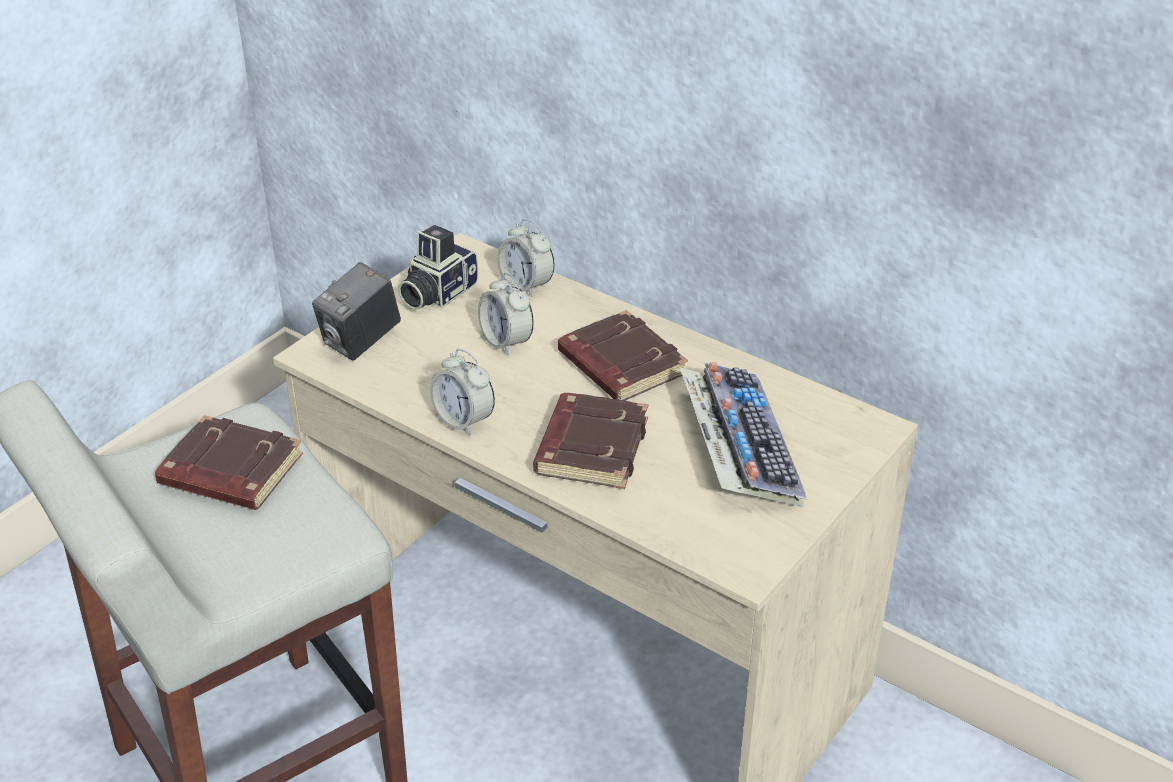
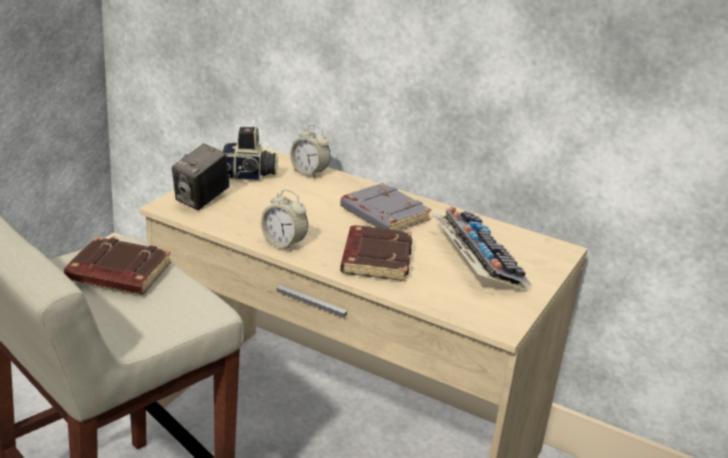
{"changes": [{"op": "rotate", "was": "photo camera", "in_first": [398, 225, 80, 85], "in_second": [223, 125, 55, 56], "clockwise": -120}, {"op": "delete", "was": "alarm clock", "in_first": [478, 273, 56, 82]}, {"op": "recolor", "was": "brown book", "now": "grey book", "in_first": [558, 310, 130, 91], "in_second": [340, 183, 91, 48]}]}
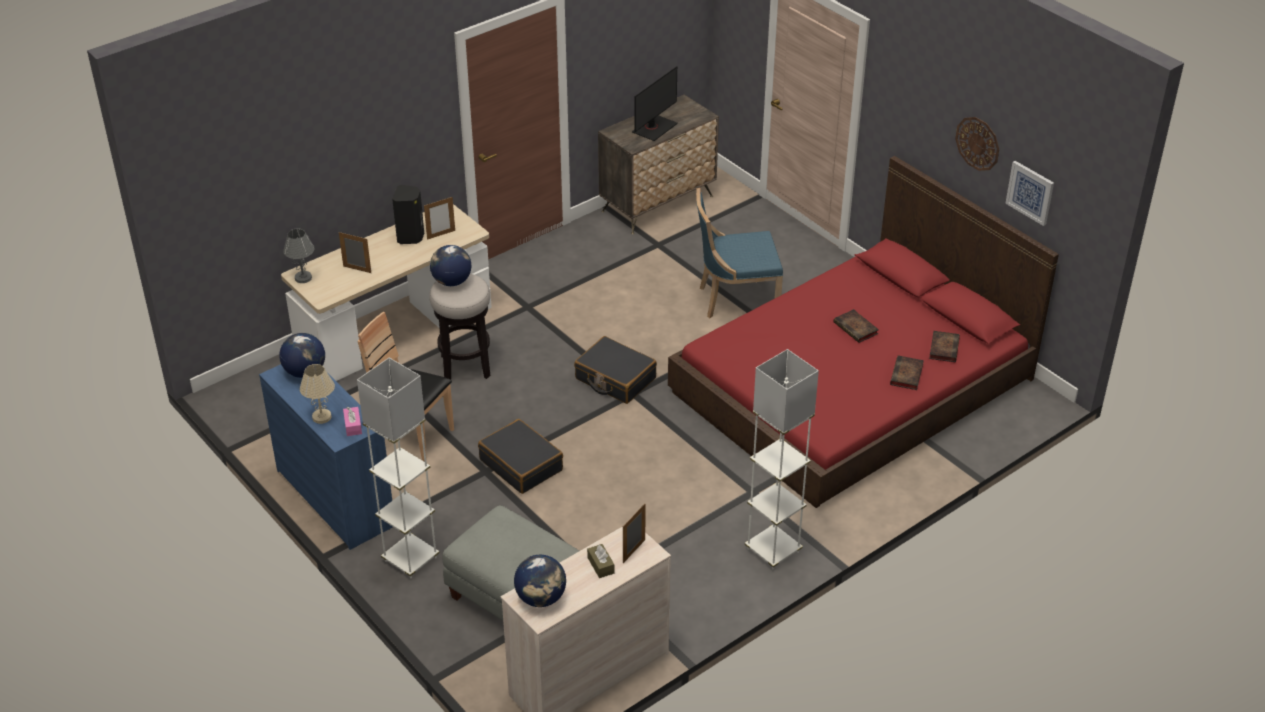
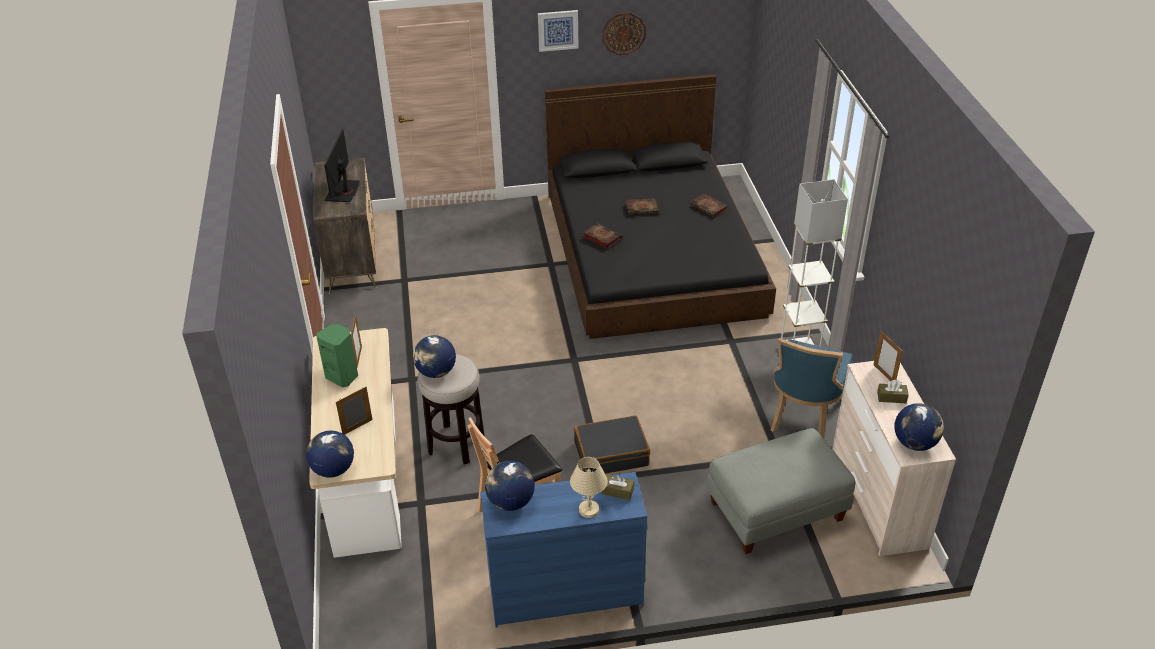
{"changes": [{"op": "rotate", "was": "monitor", "in_first": [632, 66, 45, 75], "in_second": [324, 129, 36, 73], "clockwise": -150}, {"op": "recolor", "was": "red bed", "now": "black bed", "in_first": [668, 156, 391, 352], "in_second": [545, 74, 231, 265]}, {"op": "move", "was": "picture", "in_first": [1005, 161, 49, 65], "in_second": [538, 10, 41, 42]}, {"op": "recolor", "was": "black speaker", "now": "green speaker", "in_first": [392, 185, 32, 59], "in_second": [316, 324, 42, 63]}, {"op": "move", "was": "blue chair", "in_first": [696, 188, 87, 130], "in_second": [771, 338, 82, 100]}, {"op": "replace", "was": "grey table lamp", "now": "globe", "in_first": [283, 229, 32, 54], "in_second": [306, 431, 48, 47]}, {"op": "move", "was": "book", "in_first": [929, 331, 31, 31], "in_second": [583, 223, 39, 26]}, {"op": "delete", "was": "black suitcase", "in_first": [574, 336, 83, 68]}, {"op": "delete", "was": "white floor lamp", "in_first": [357, 358, 82, 220]}, {"op": "recolor", "was": "pink tissue box", "now": "brown tissue box", "in_first": [343, 407, 19, 29], "in_second": [601, 474, 33, 26]}]}
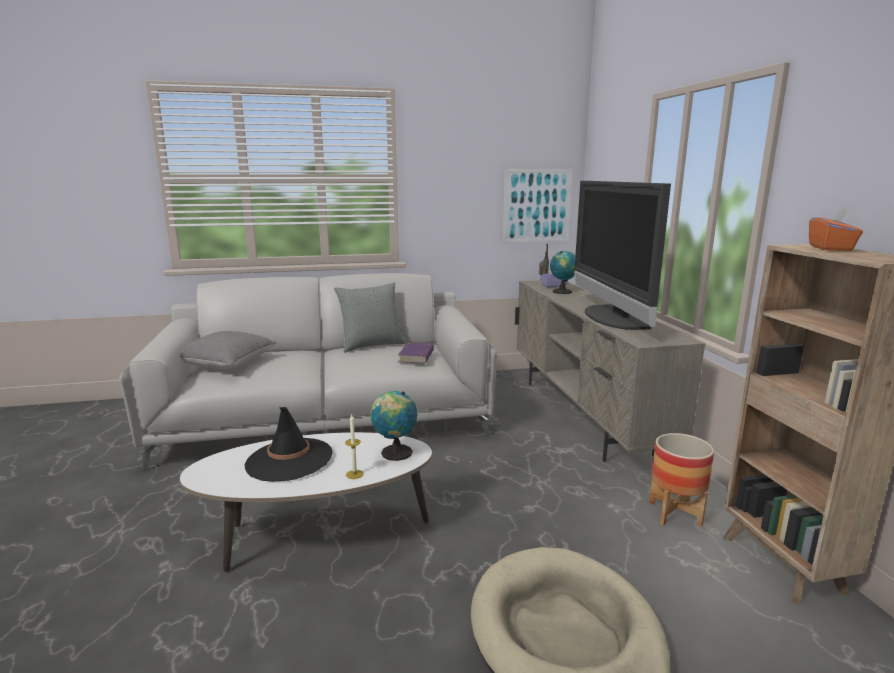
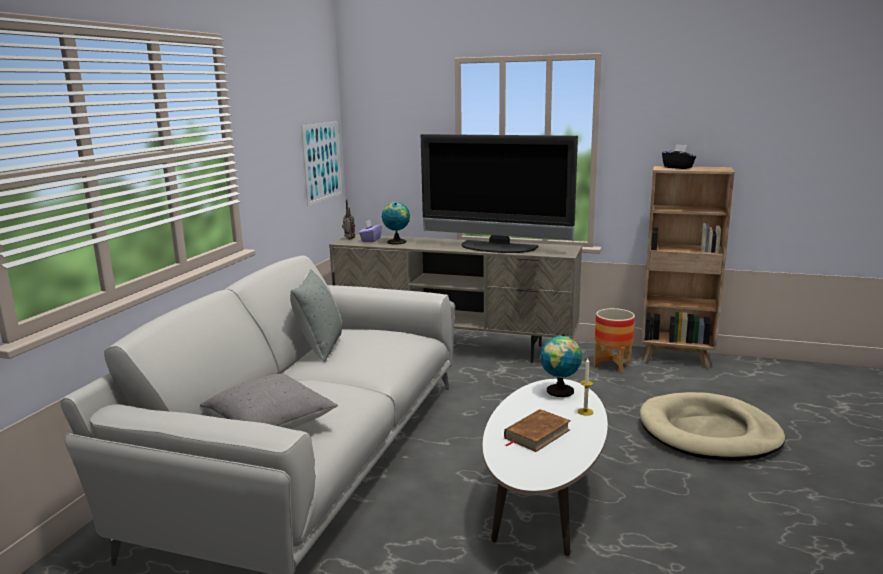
{"changes": [{"op": "recolor", "was": "orange tissue box", "now": "black tissue box", "in_first": [809, 208, 54, 43], "in_second": [662, 145, 34, 24]}, {"op": "delete", "was": "purple book", "in_first": [398, 343, 36, 20]}, {"op": "replace", "was": "black hat", "now": "brown book", "in_first": [245, 407, 88, 75], "in_second": [504, 409, 67, 43]}]}
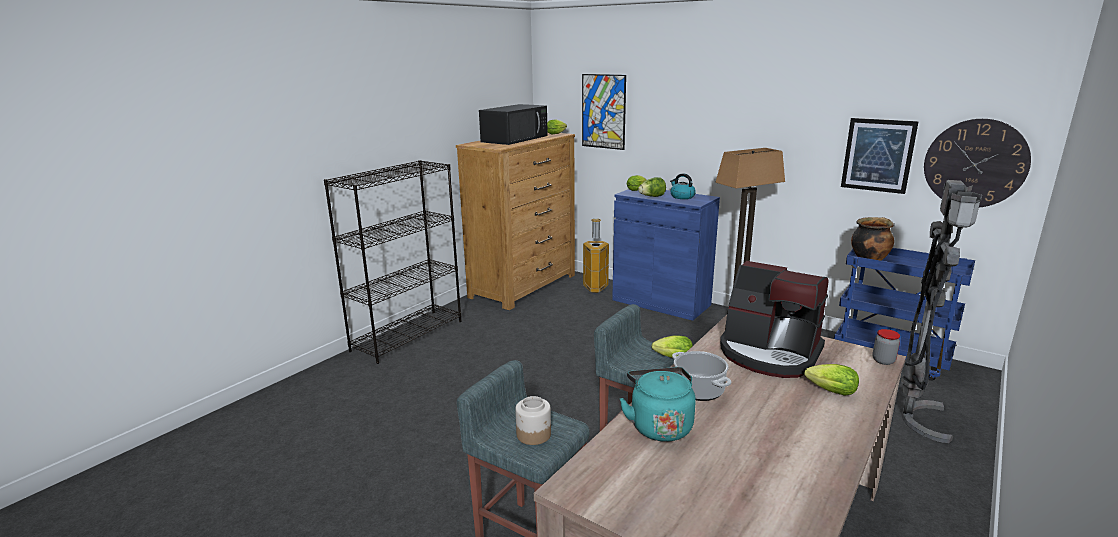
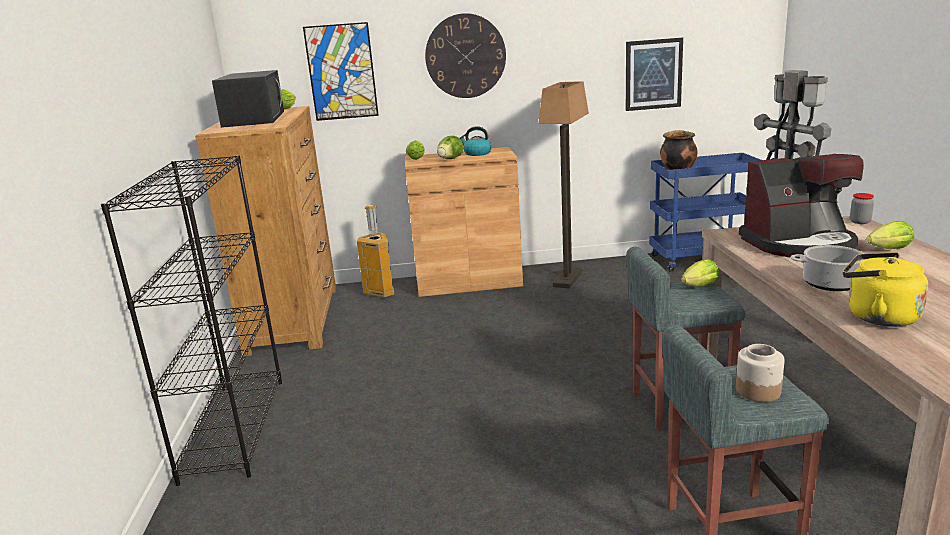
{"changes": [{"op": "move", "was": "wall clock", "in_first": [924, 119, 107, 89], "in_second": [425, 13, 81, 85]}, {"op": "recolor", "was": "blue cabinet", "now": "brown cabinet", "in_first": [612, 189, 108, 132], "in_second": [405, 147, 118, 150]}, {"op": "recolor", "was": "turquoise kettle", "now": "yellow kettle", "in_first": [620, 367, 76, 75], "in_second": [843, 252, 85, 75]}]}
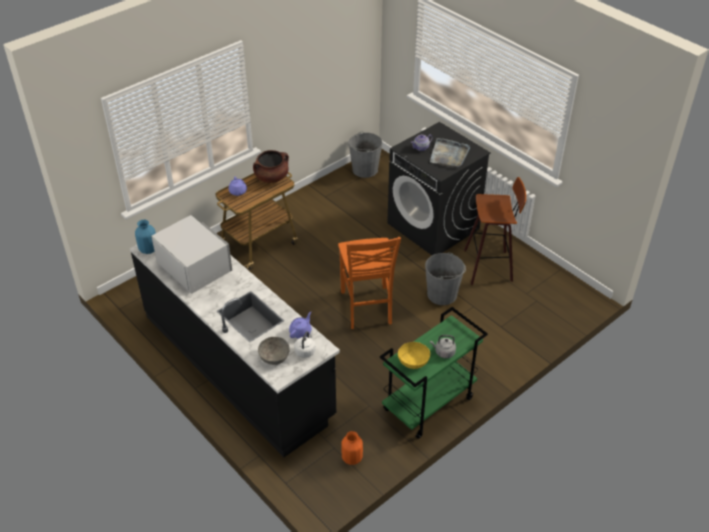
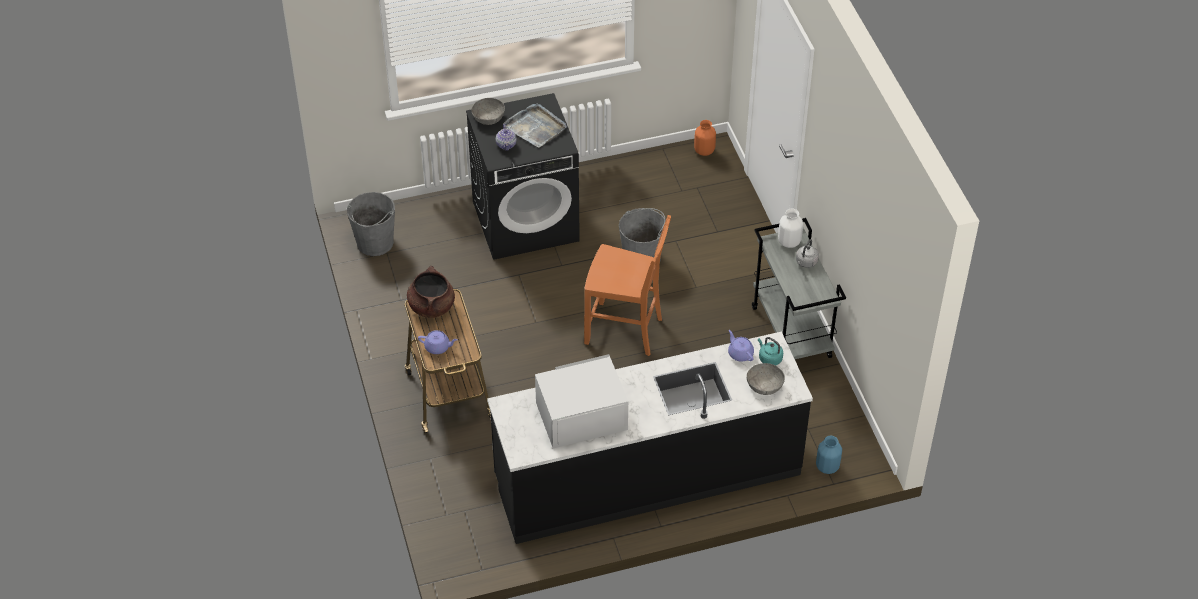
{"changes": [{"op": "delete", "was": "stool", "in_first": [464, 177, 62, 108]}, {"op": "move", "was": "blue vase", "in_first": [135, 220, 21, 34], "in_second": [816, 435, 26, 39]}, {"op": "recolor", "was": "green cart", "now": "grey cart", "in_first": [380, 307, 108, 132], "in_second": [752, 218, 94, 141]}, {"op": "recolor", "was": "white kettle", "now": "turquoise kettle", "in_first": [294, 331, 22, 27], "in_second": [758, 337, 25, 29]}, {"op": "delete", "was": "yellow bowl", "in_first": [398, 342, 32, 27]}, {"op": "move", "was": "orange vase", "in_first": [341, 431, 22, 34], "in_second": [694, 120, 22, 36]}, {"op": "insert", "now": "grey bowl", "in_second": [471, 98, 34, 27]}, {"op": "insert", "now": "white vase", "in_second": [778, 209, 25, 39]}]}
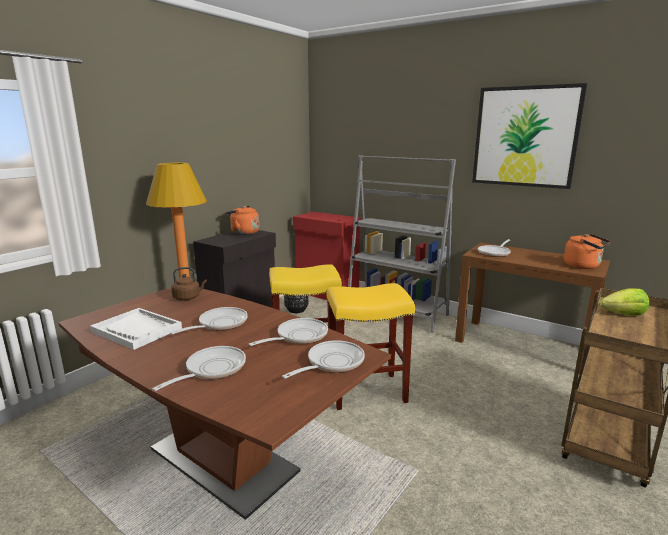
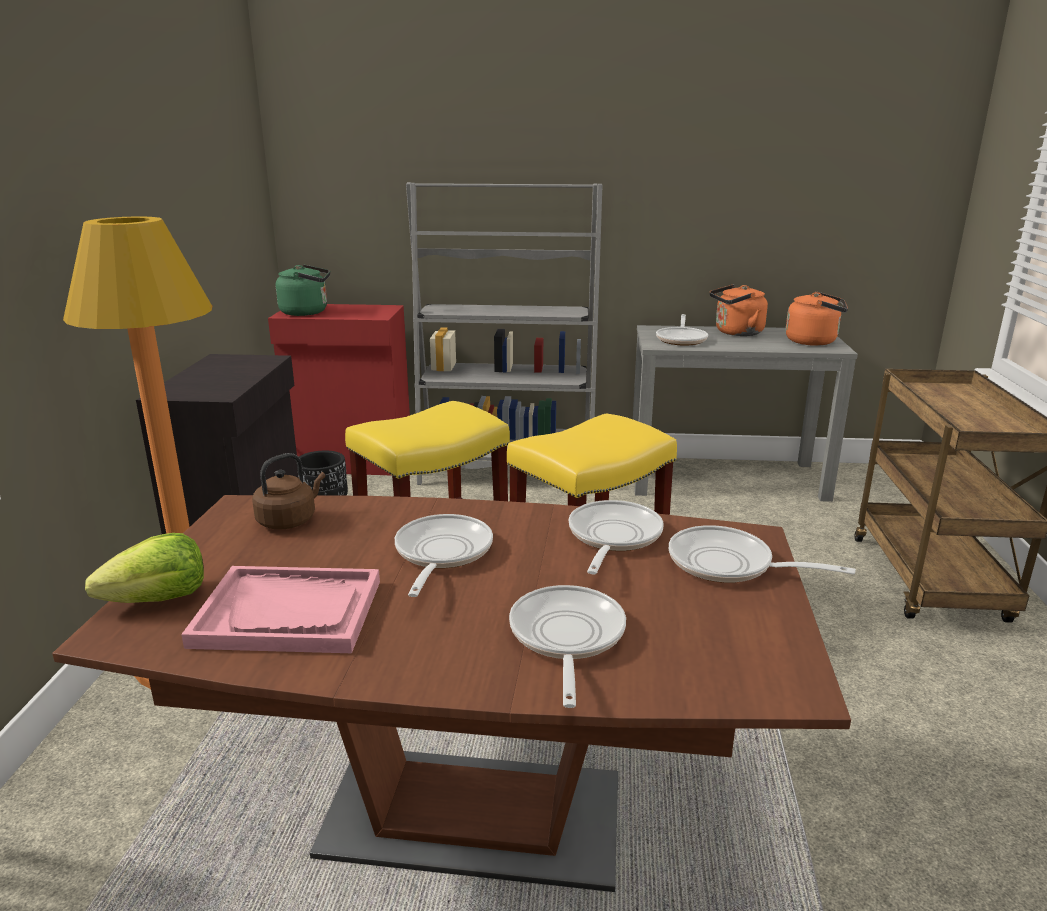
{"changes": [{"op": "delete", "was": "picture", "in_first": [472, 83, 115, 106]}, {"op": "move", "was": "orange kettle", "in_first": [224, 206, 35, 29], "in_second": [710, 284, 58, 52]}, {"op": "recolor", "was": "brown console table", "now": "grey console table", "in_first": [455, 243, 155, 131], "in_second": [633, 325, 225, 177]}, {"op": "move", "was": "lettuce", "in_first": [600, 288, 49, 27], "in_second": [85, 533, 119, 70]}, {"op": "recolor", "was": "white tray", "now": "pink tray", "in_first": [90, 308, 92, 42], "in_second": [181, 566, 199, 87]}, {"op": "rotate", "was": "frying pan", "in_first": [282, 340, 83, 39], "in_second": [669, 525, 187, 58], "clockwise": -75}, {"op": "insert", "now": "green kettle", "in_second": [276, 265, 55, 51]}]}
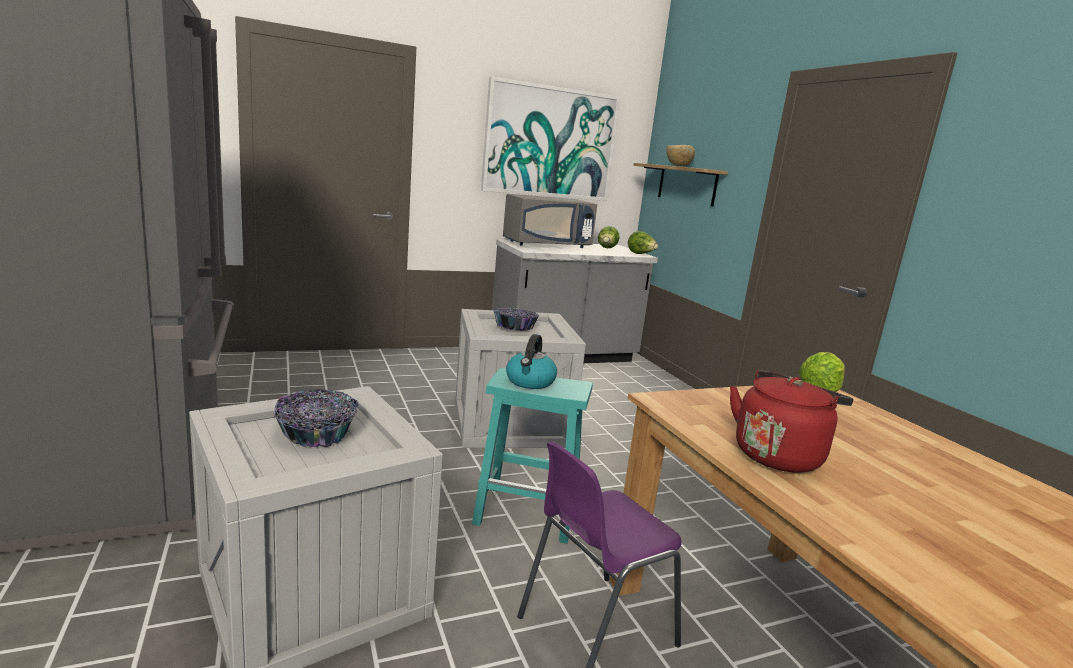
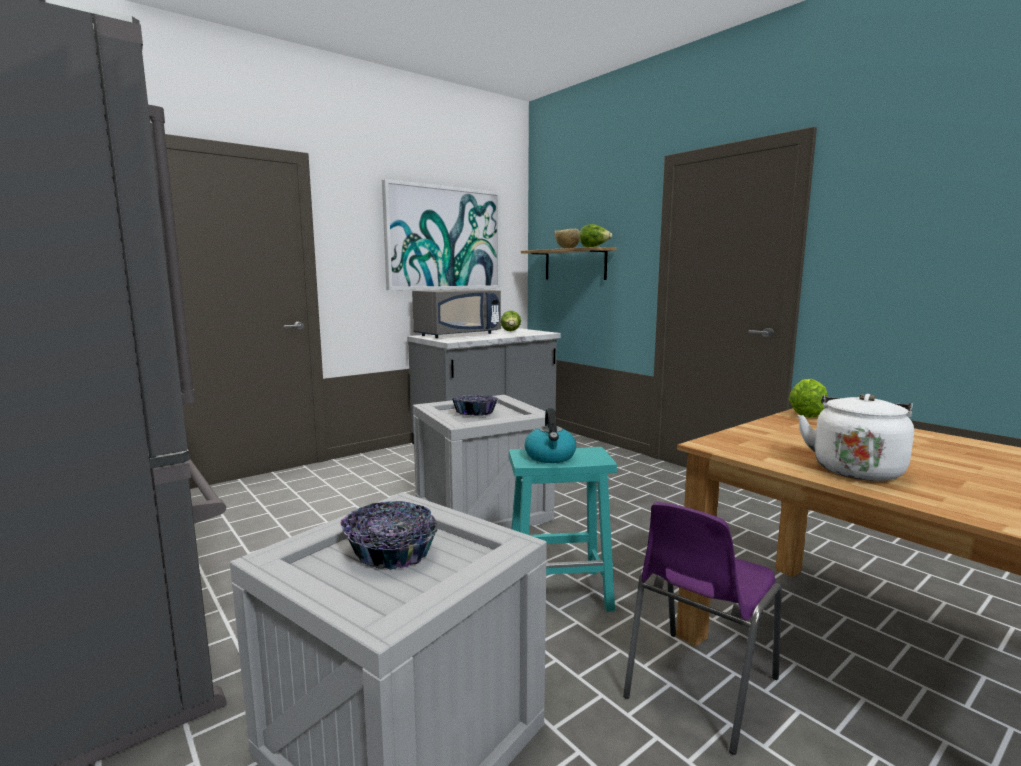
{"changes": [{"op": "move", "was": "lettuce", "in_first": [628, 231, 30, 23], "in_second": [579, 224, 33, 23]}, {"op": "recolor", "was": "red kettle", "now": "white kettle", "in_first": [730, 370, 123, 103], "in_second": [798, 394, 116, 87]}]}
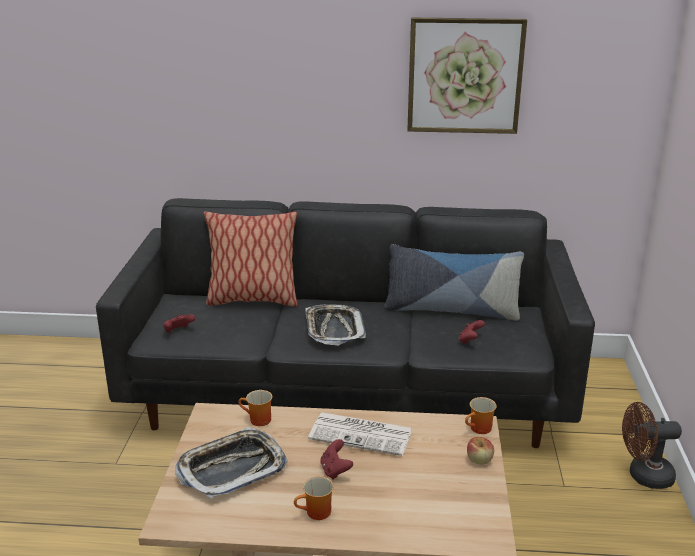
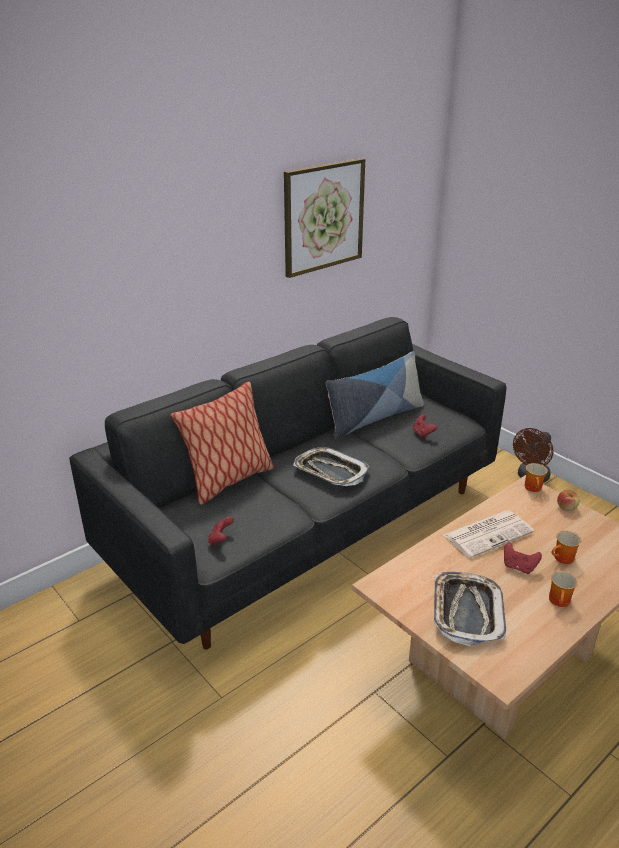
{"changes": [{"op": "move", "was": "mug", "in_first": [238, 390, 34, 36], "in_second": [551, 531, 30, 33]}]}
